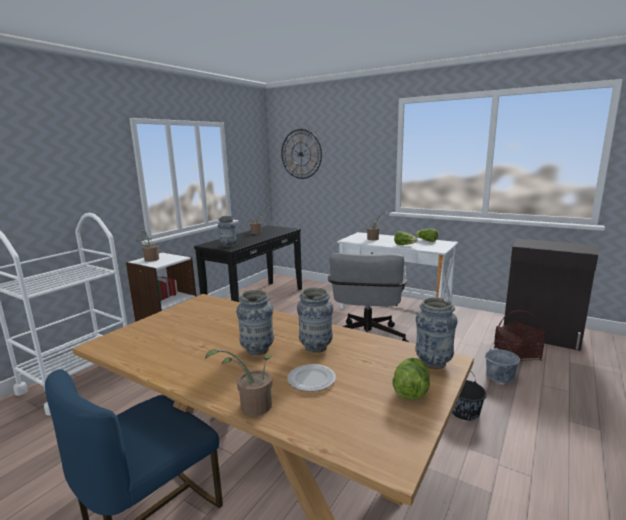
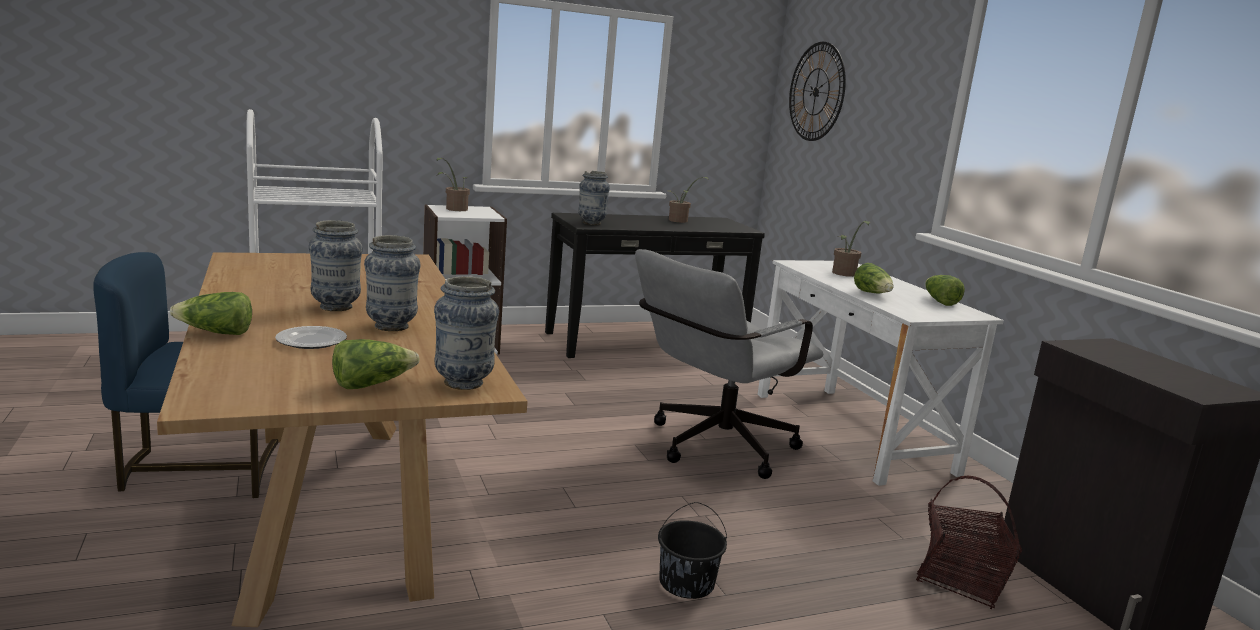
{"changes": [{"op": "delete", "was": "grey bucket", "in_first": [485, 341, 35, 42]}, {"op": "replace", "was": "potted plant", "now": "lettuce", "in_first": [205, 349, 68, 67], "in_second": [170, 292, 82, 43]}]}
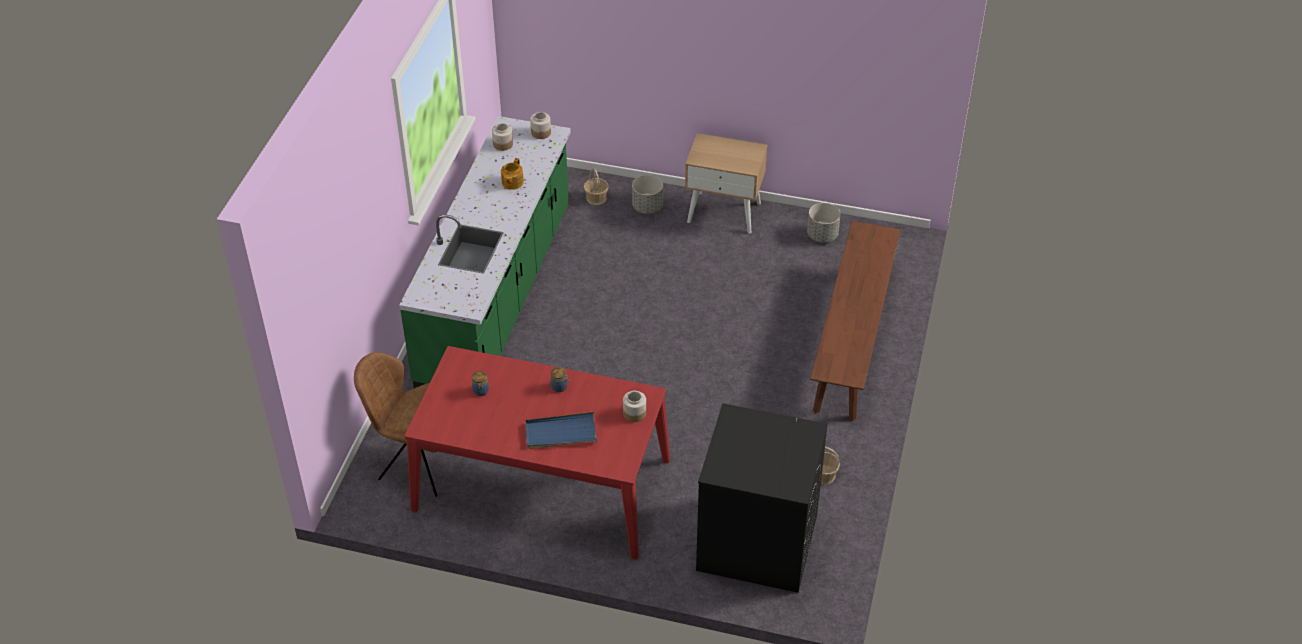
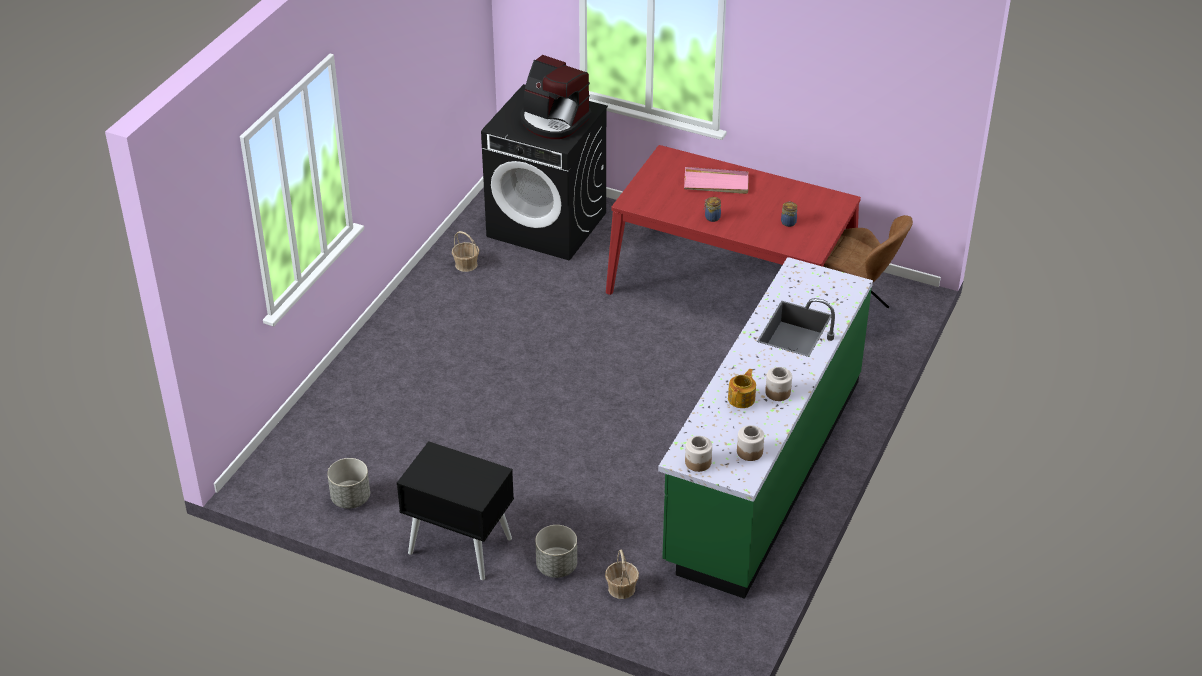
{"changes": [{"op": "recolor", "was": "beige nightstand", "now": "black nightstand", "in_first": [685, 133, 83, 101], "in_second": [397, 441, 117, 139]}, {"op": "delete", "was": "brown bench", "in_first": [810, 221, 91, 200]}, {"op": "move", "was": "jar", "in_first": [623, 391, 23, 31], "in_second": [765, 367, 27, 34]}, {"op": "recolor", "was": "blue tray", "now": "pink tray", "in_first": [525, 412, 72, 37], "in_second": [684, 167, 65, 27]}, {"op": "insert", "now": "coffee machine", "in_second": [520, 55, 72, 84]}]}
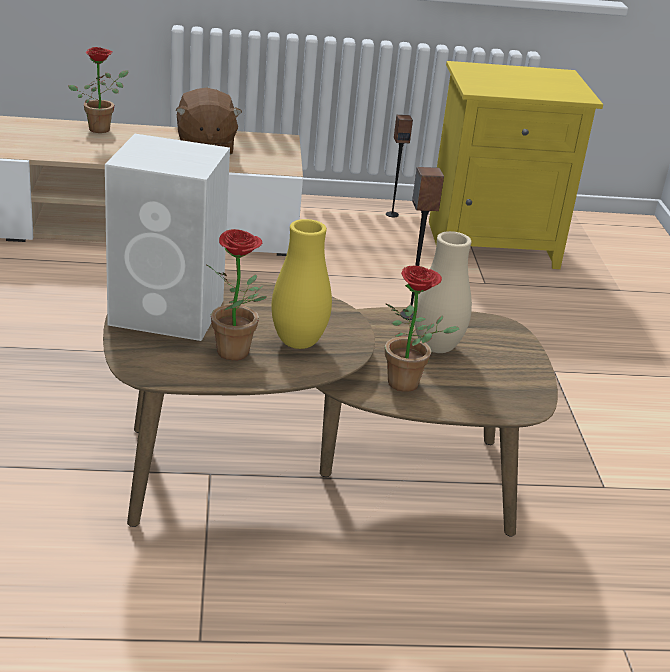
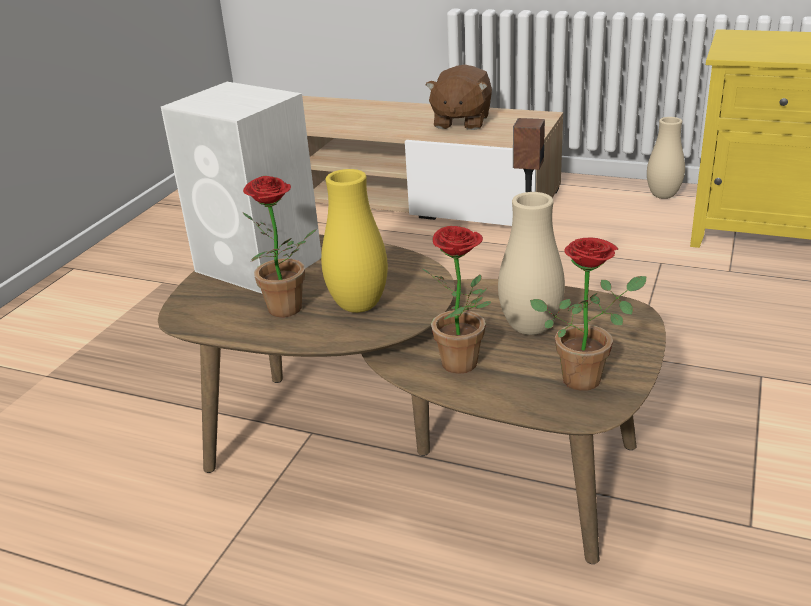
{"changes": [{"op": "move", "was": "potted plant", "in_first": [68, 47, 60, 86], "in_second": [530, 237, 117, 154]}, {"op": "replace", "was": "speaker", "now": "beige vase", "in_first": [386, 115, 27, 102], "in_second": [647, 117, 38, 82]}]}
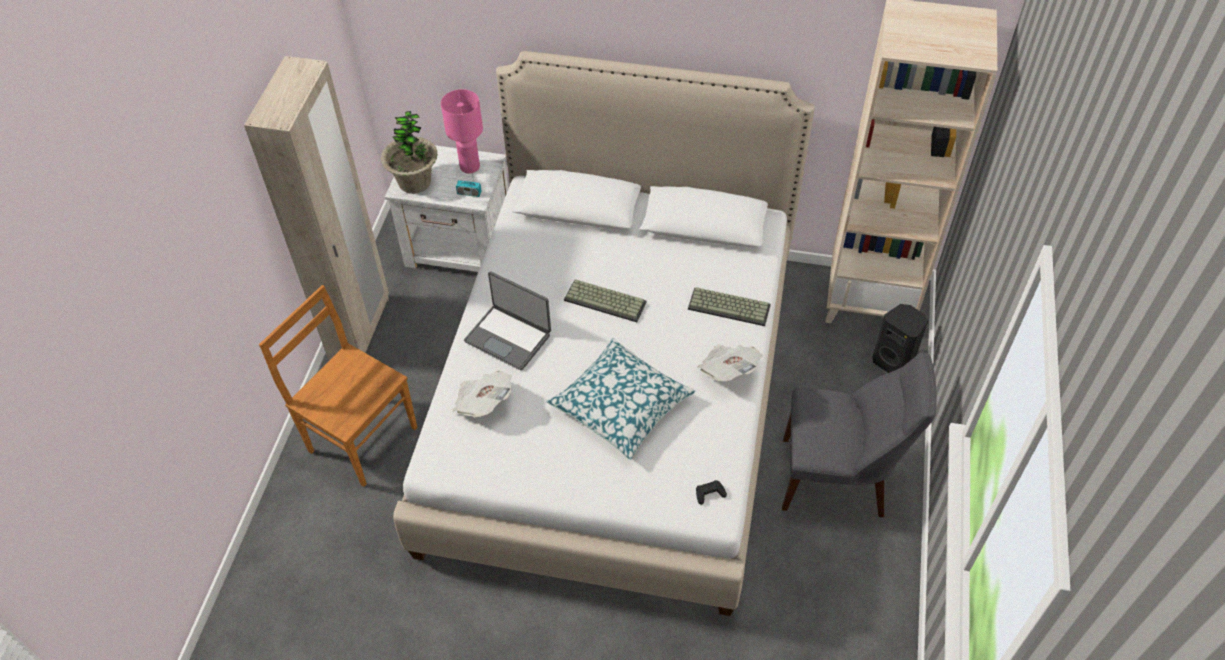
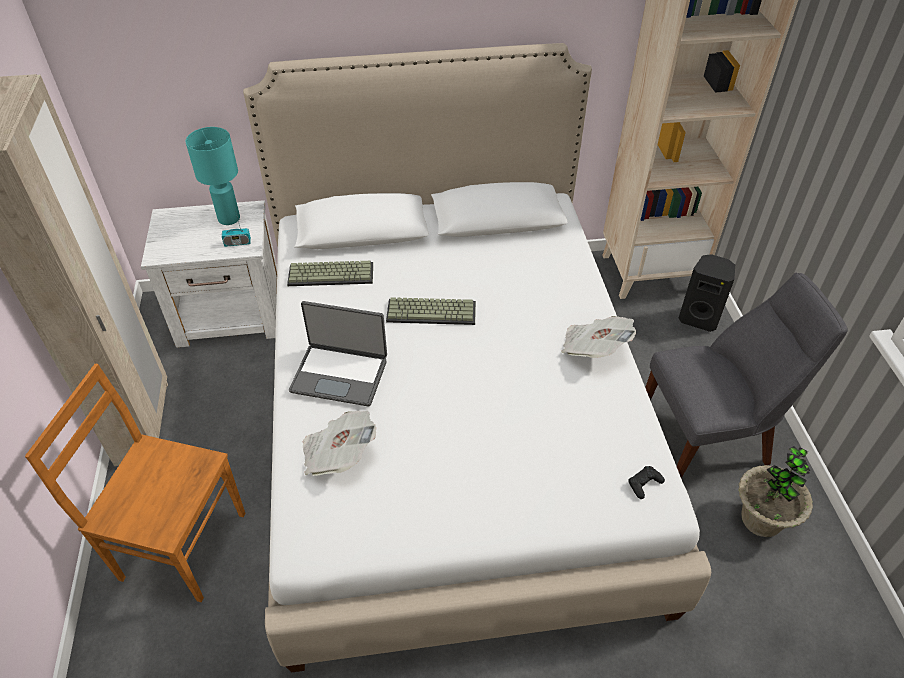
{"changes": [{"op": "recolor", "was": "pink table lamp", "now": "turquoise table lamp", "in_first": [441, 89, 42, 84], "in_second": [186, 127, 54, 98]}, {"op": "move", "was": "potted plant", "in_first": [381, 111, 57, 83], "in_second": [738, 446, 75, 91]}, {"op": "move", "was": "keyboard", "in_first": [688, 287, 83, 39], "in_second": [287, 261, 86, 25]}, {"op": "delete", "was": "pillow", "in_first": [546, 338, 149, 122]}]}
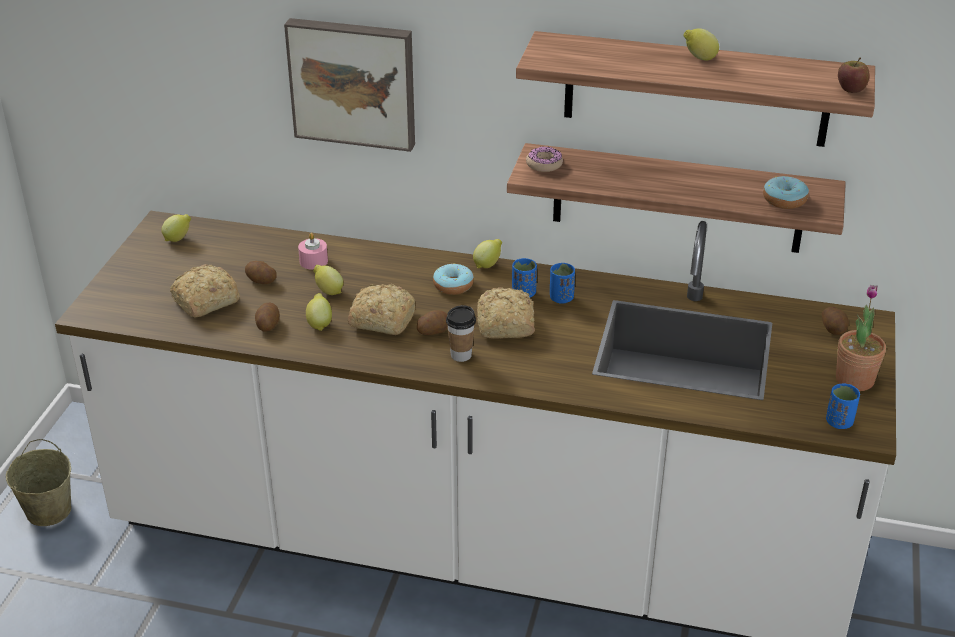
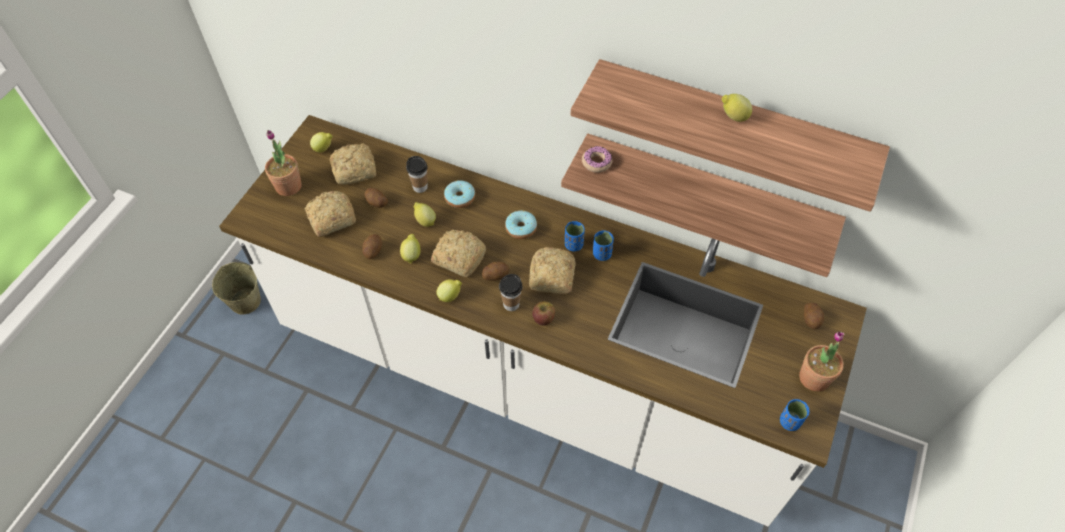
{"changes": [{"op": "delete", "was": "picture", "in_first": [284, 18, 131, 134]}, {"op": "move", "was": "apple", "in_first": [838, 58, 32, 35], "in_second": [532, 301, 23, 25]}, {"op": "move", "was": "donut", "in_first": [763, 176, 46, 33], "in_second": [444, 181, 31, 27]}, {"op": "replace", "was": "pink candle", "now": "cup", "in_first": [298, 233, 30, 37], "in_second": [406, 156, 22, 37]}, {"op": "move", "was": "lemon", "in_first": [473, 239, 29, 29], "in_second": [436, 279, 26, 23]}, {"op": "insert", "now": "potted plant", "in_second": [265, 130, 37, 66]}, {"op": "insert", "now": "bread", "in_second": [330, 144, 46, 41]}]}
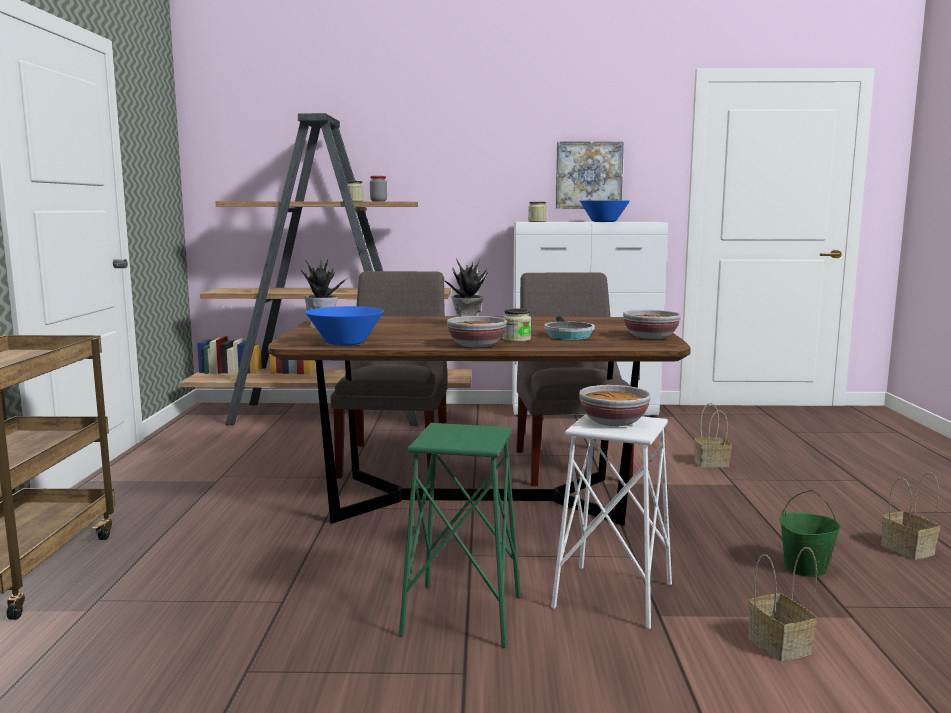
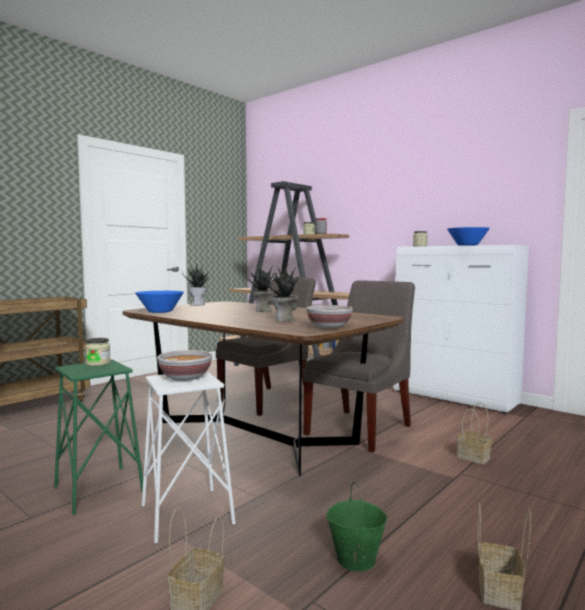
{"changes": [{"op": "delete", "was": "picture", "in_first": [556, 142, 68, 67]}, {"op": "move", "was": "jar", "in_first": [503, 309, 28, 33], "in_second": [85, 338, 26, 28]}, {"op": "delete", "was": "bowl", "in_first": [447, 316, 60, 31]}, {"op": "replace", "was": "frying pan", "now": "potted plant", "in_first": [544, 316, 51, 24], "in_second": [262, 266, 39, 56]}]}
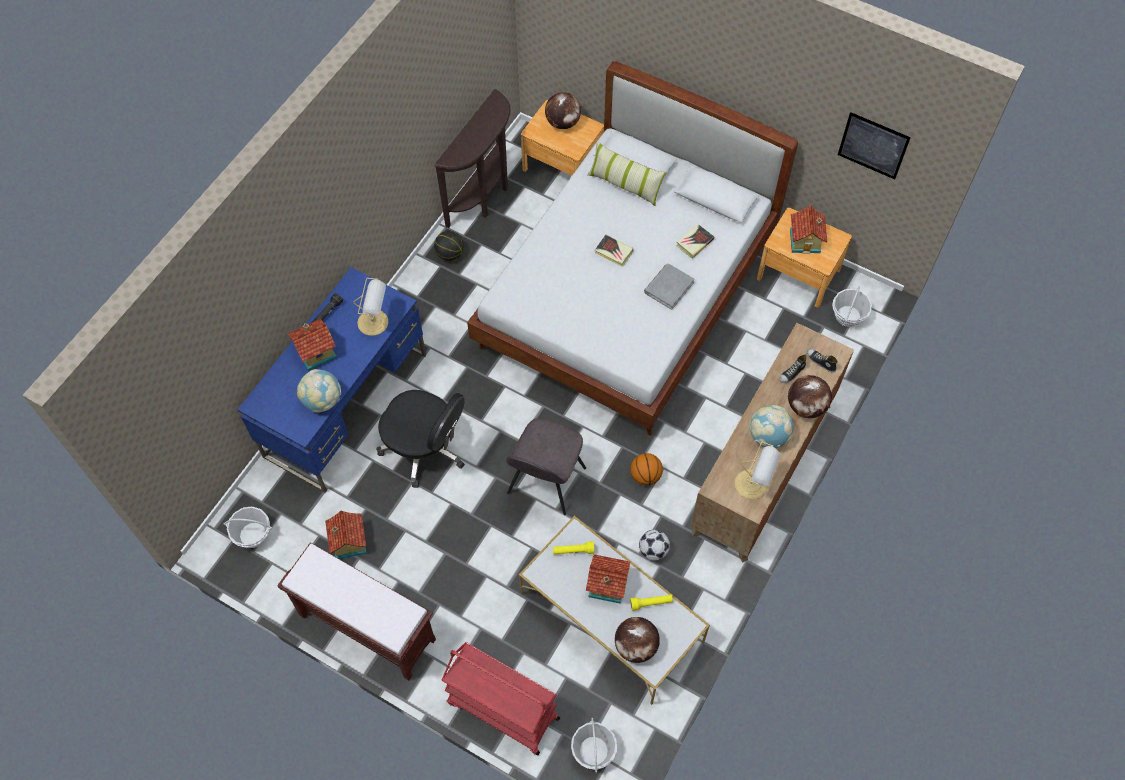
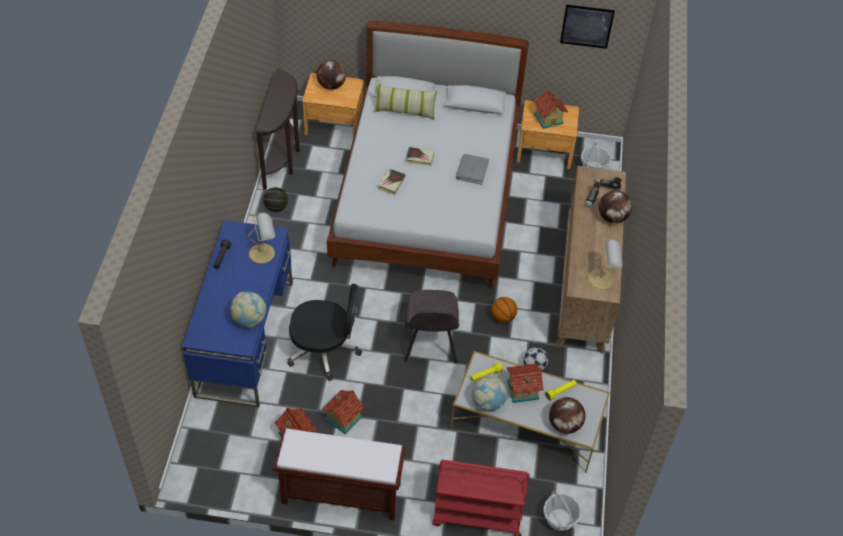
{"changes": [{"op": "move", "was": "book", "in_first": [676, 224, 38, 35], "in_second": [378, 169, 27, 26]}, {"op": "move", "was": "toy house", "in_first": [288, 319, 49, 52], "in_second": [322, 390, 43, 44]}, {"op": "move", "was": "globe", "in_first": [749, 405, 44, 43], "in_second": [471, 375, 37, 36]}, {"op": "delete", "was": "basket", "in_first": [223, 506, 49, 42]}]}
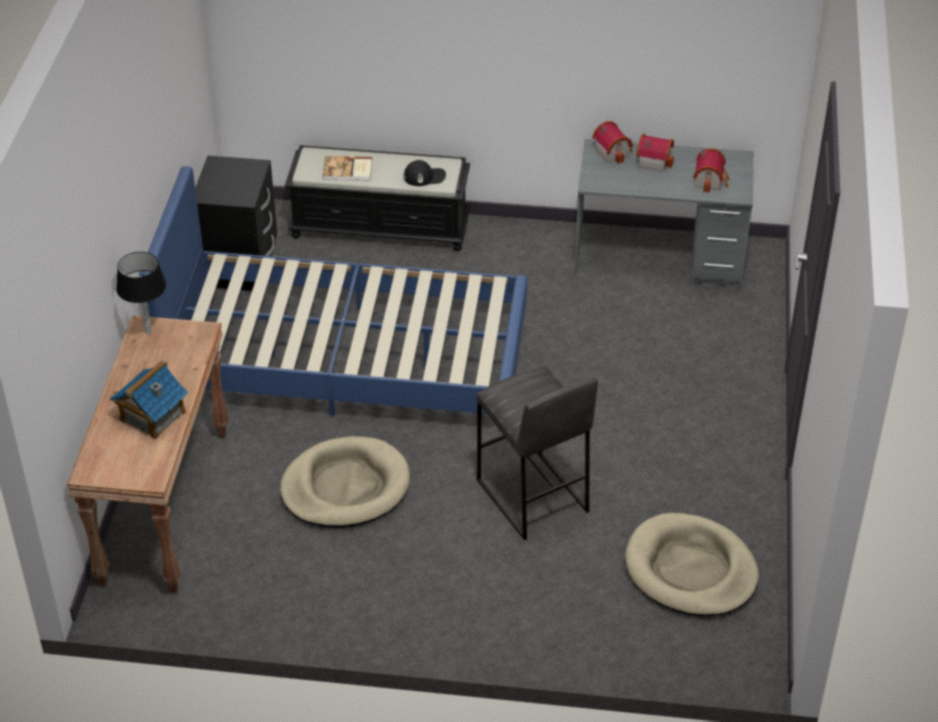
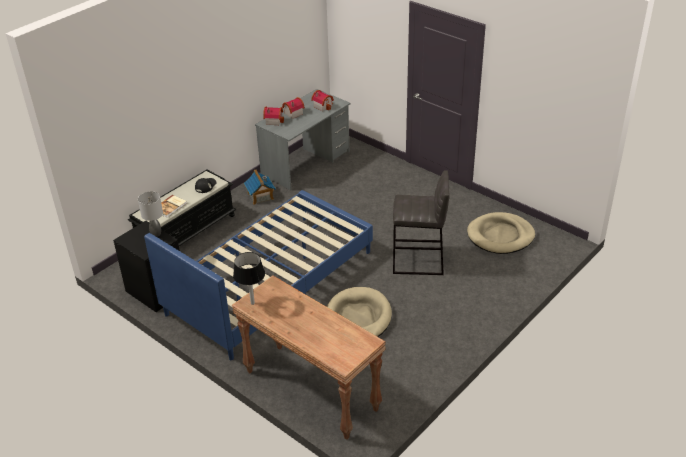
{"changes": [{"op": "move", "was": "toy house", "in_first": [110, 360, 78, 80], "in_second": [244, 170, 32, 35]}, {"op": "insert", "now": "grey table lamp", "in_second": [138, 191, 25, 46]}]}
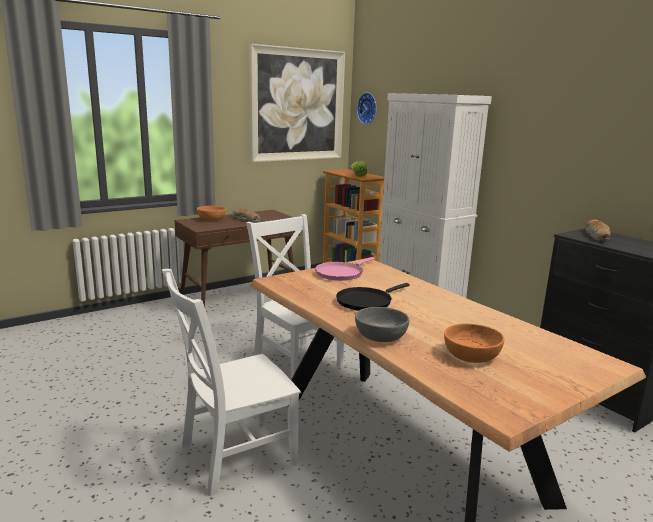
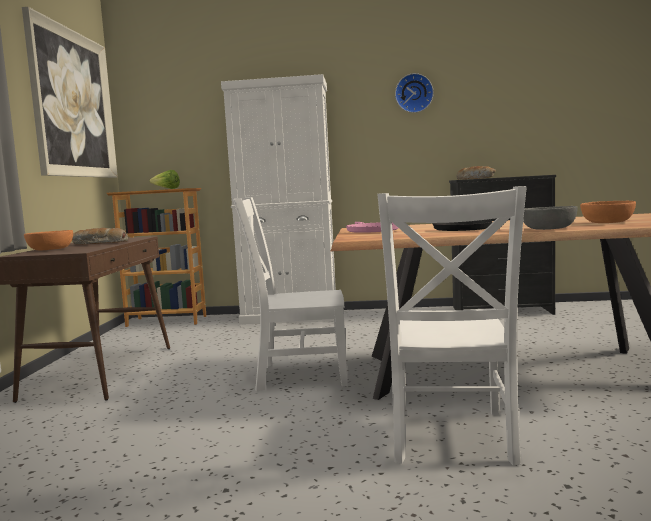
{"changes": [{"op": "move", "was": "wall clock", "in_first": [357, 93, 20, 32], "in_second": [395, 73, 39, 40]}]}
